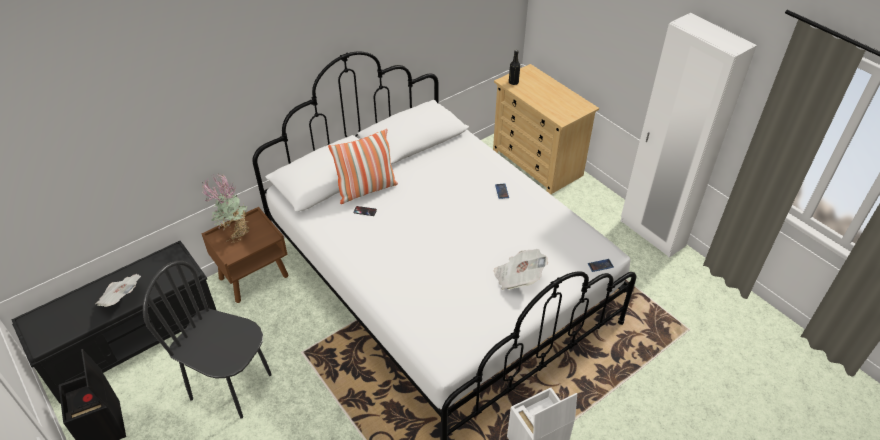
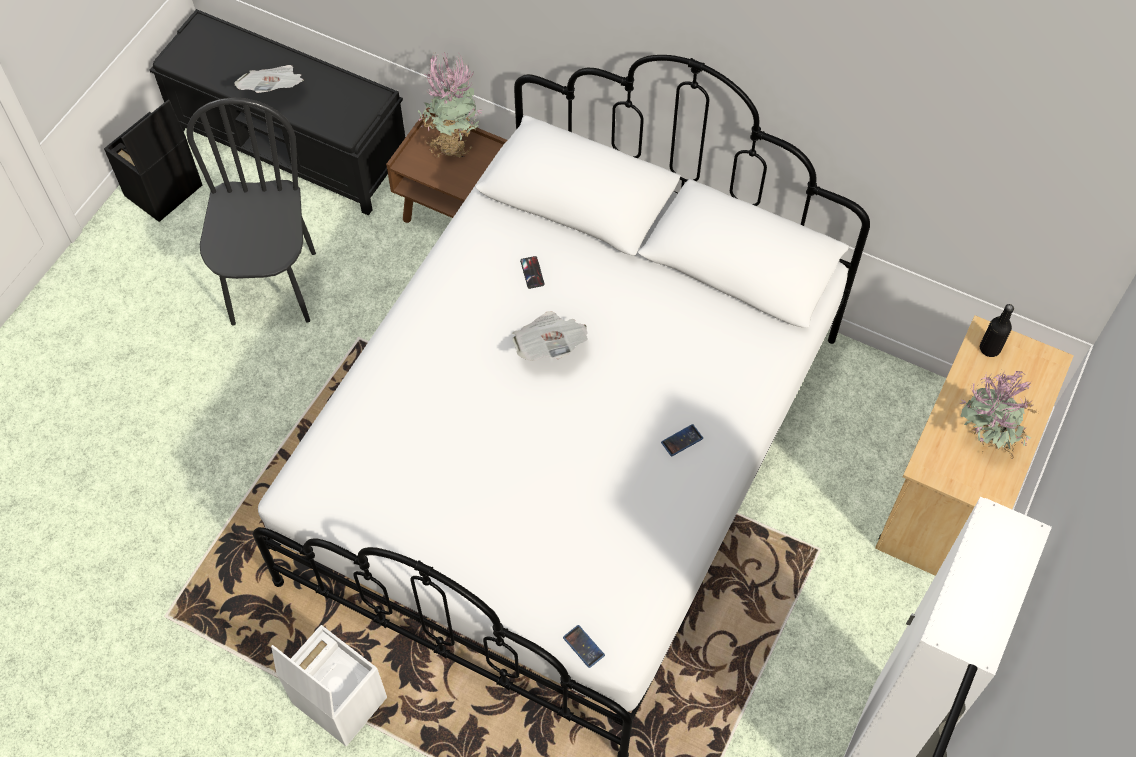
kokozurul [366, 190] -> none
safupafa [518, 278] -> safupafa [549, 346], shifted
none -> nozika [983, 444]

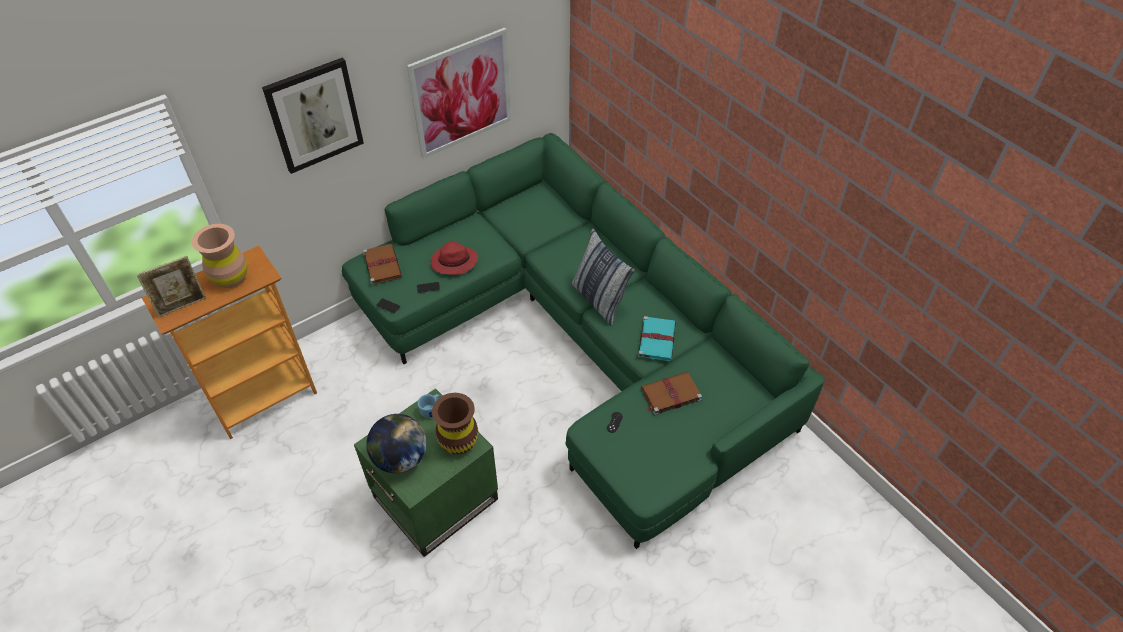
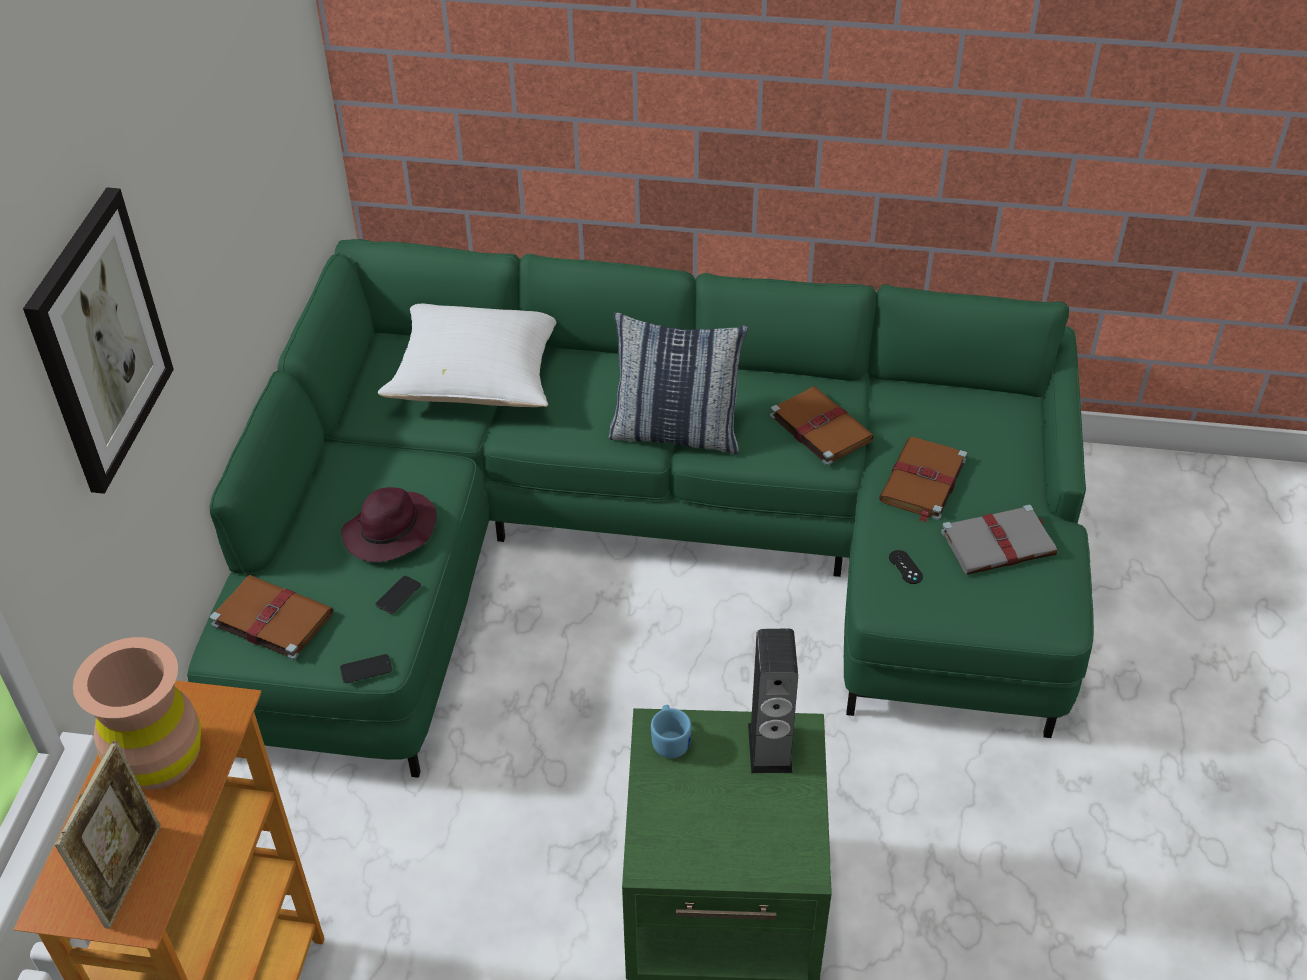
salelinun [462, 93] -> none
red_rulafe [453, 262] -> purple_rulafe [390, 533]
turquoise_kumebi [656, 339] -> brown_kumebi [819, 427]
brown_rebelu [458, 441] -> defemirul [770, 747]
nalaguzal [400, 458] -> none
none -> white_kokozurul [479, 378]
none -> grey_kumebi [999, 543]

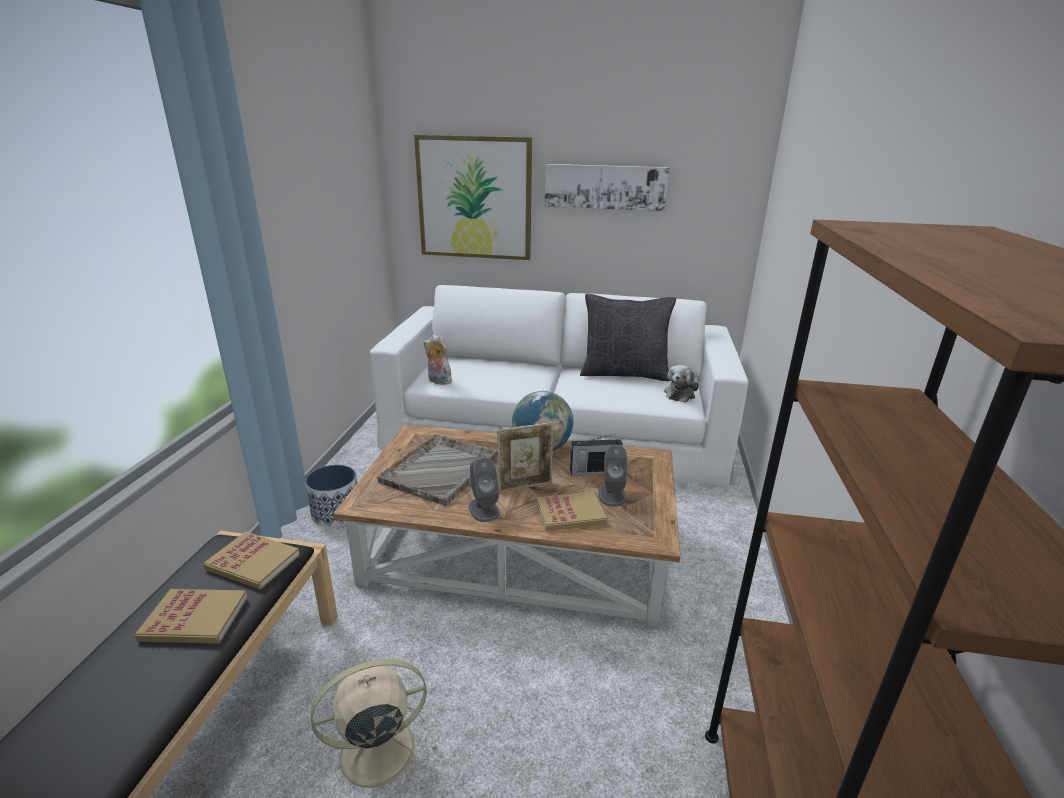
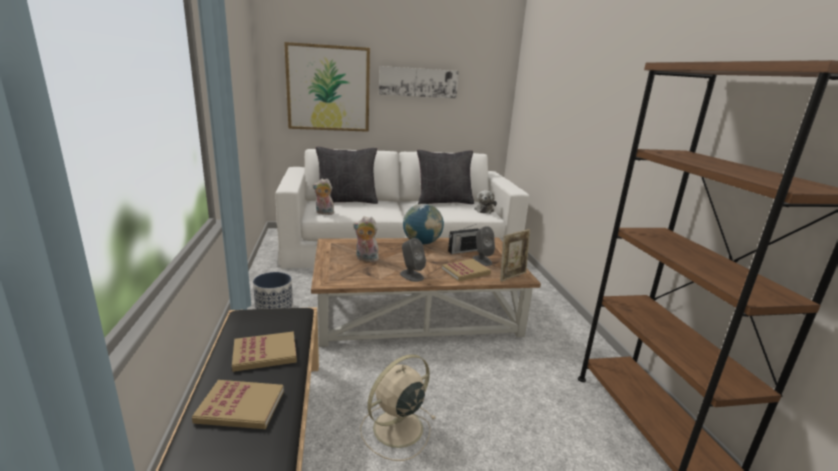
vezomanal [525, 486] -> vezomanal [512, 276], shifted
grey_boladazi [441, 469] -> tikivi [366, 259]
kumebi [253, 563] -> kumebi [240, 407], shifted
none -> black_kokozurul [347, 201]

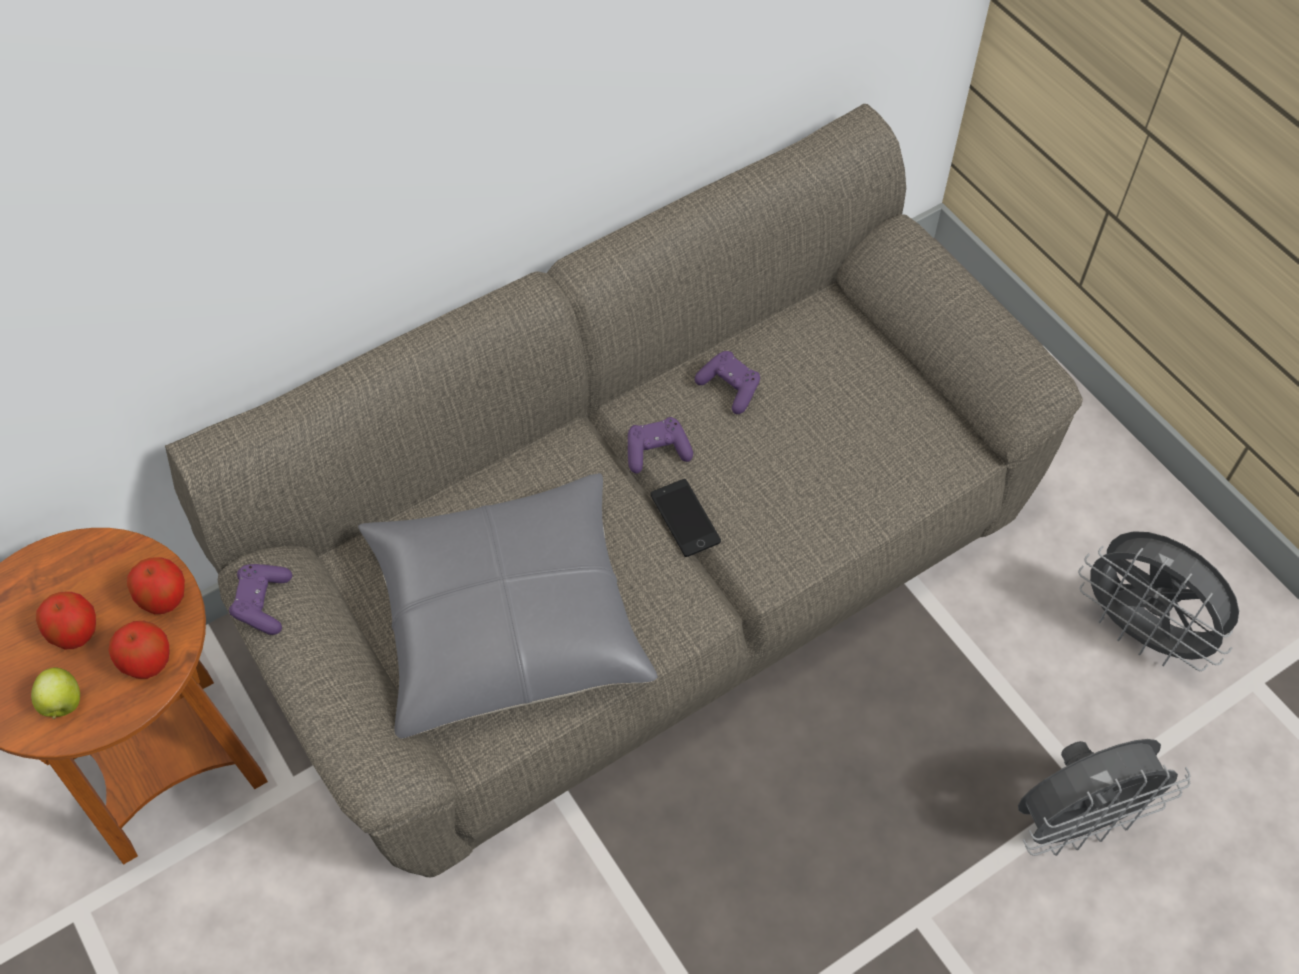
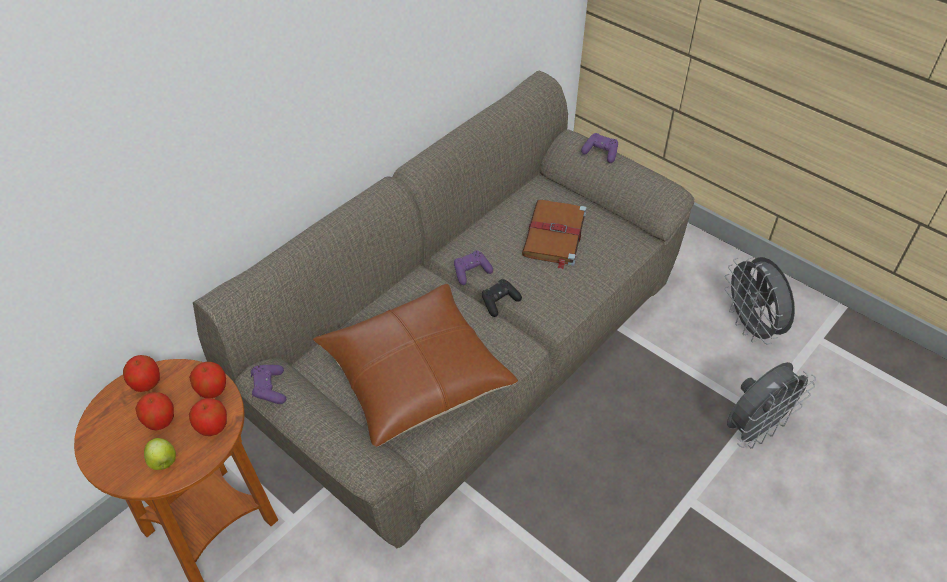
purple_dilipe [729, 388] -> purple_dilipe [600, 153], shifted
grey_kokozurul [507, 620] -> brown_kokozurul [415, 375]
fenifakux [685, 518] -> black_dilipe [499, 302]
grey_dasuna [1141, 632] -> grey_dasuna [751, 327], 45 degrees clockwise
none -> brown_kumebi [554, 235]
none -> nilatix [147, 383]

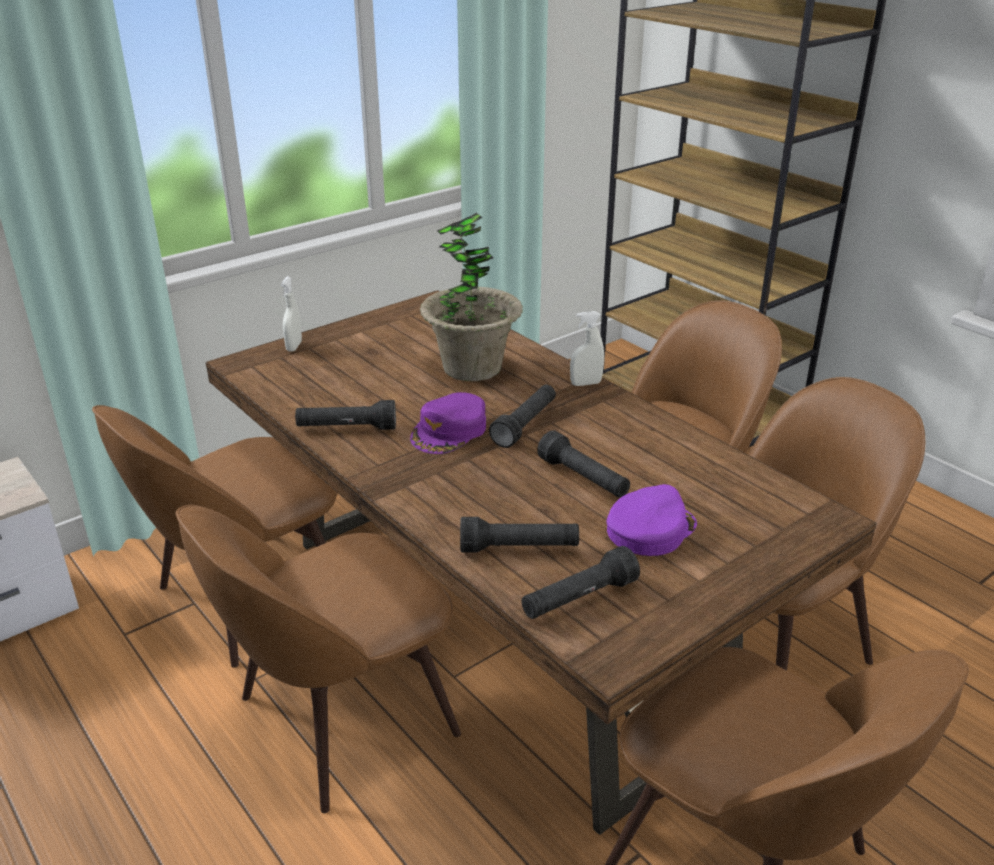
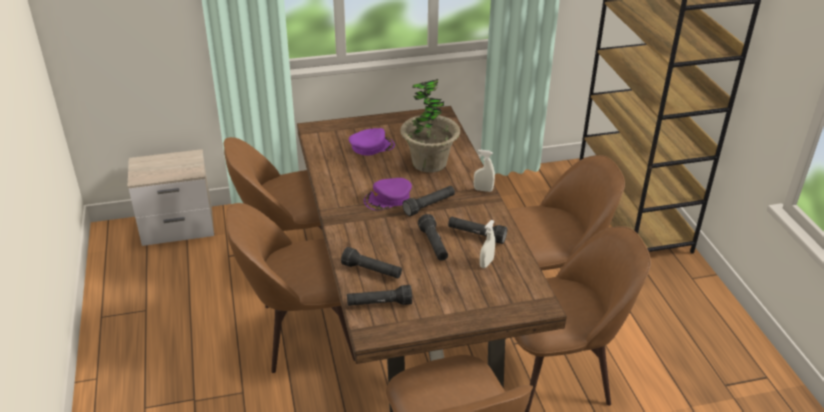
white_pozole [294, 346] -> white_pozole [486, 263], shifted
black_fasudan [347, 428] -> black_fasudan [476, 235], shifted
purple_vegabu [649, 529] -> purple_vegabu [371, 146], shifted

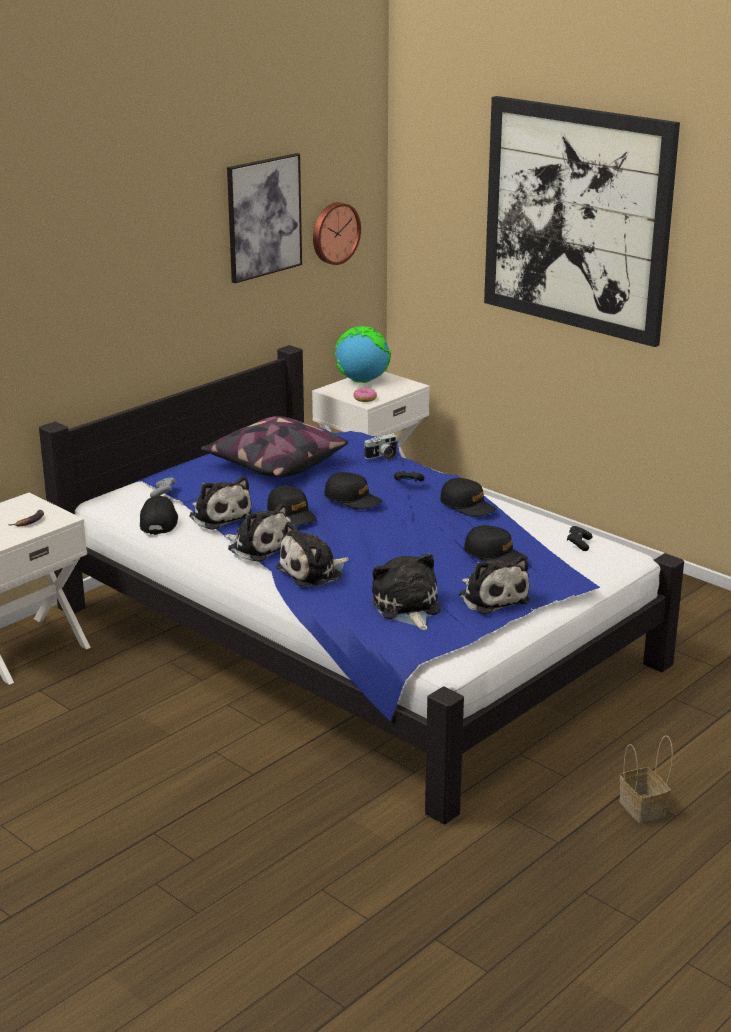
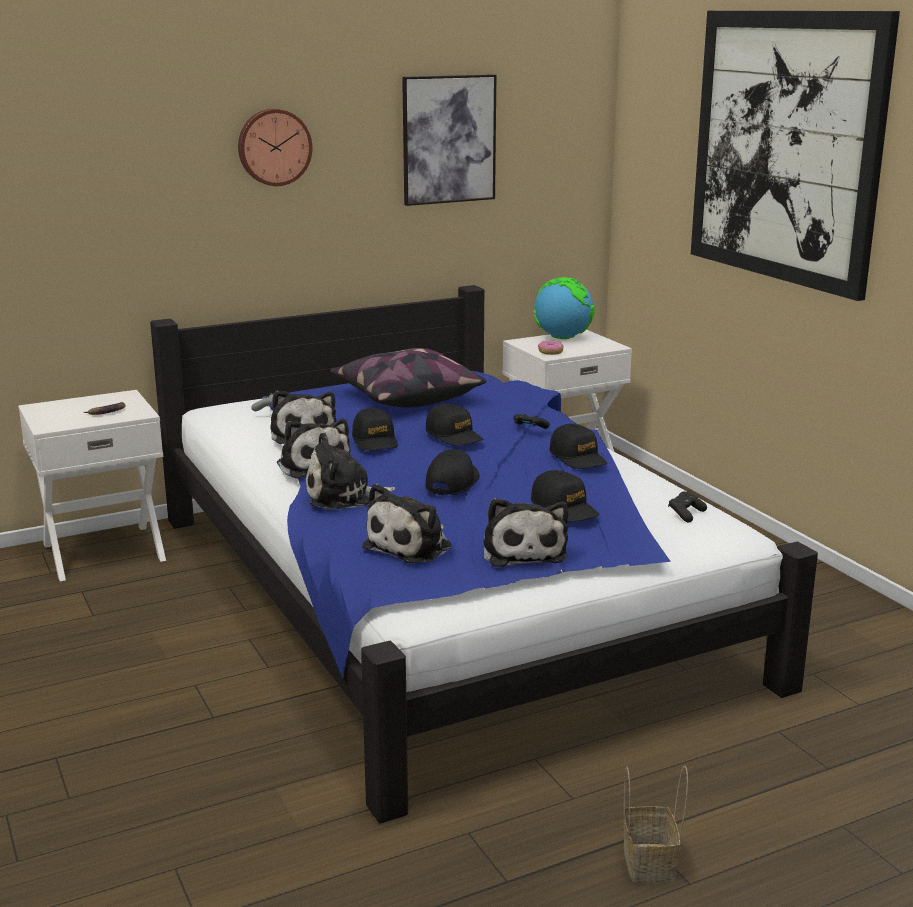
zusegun [334, 233] -> zusegun [274, 147], shifted
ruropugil [382, 456] -> none
black_vegabu [159, 522] -> black_vegabu [452, 482], shifted
tikivi [407, 608] -> tikivi [412, 546], 150 degrees counterclockwise

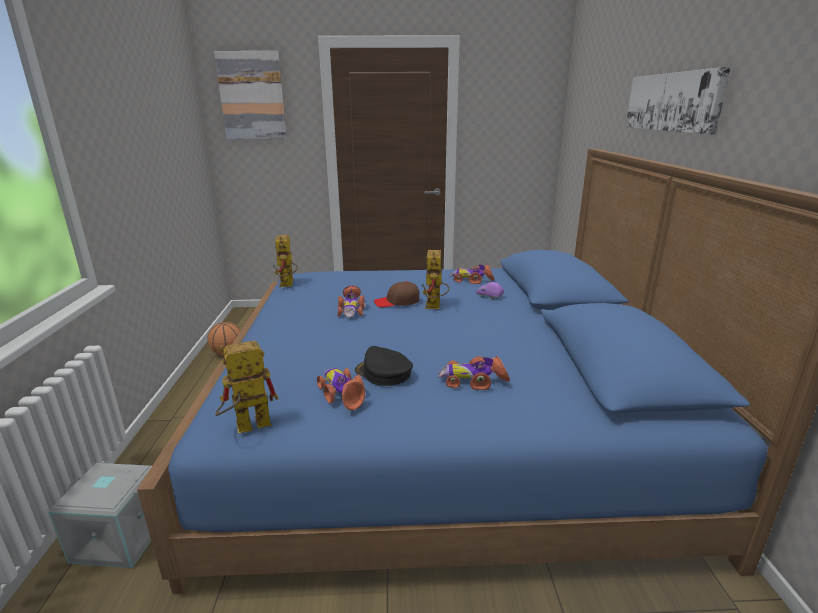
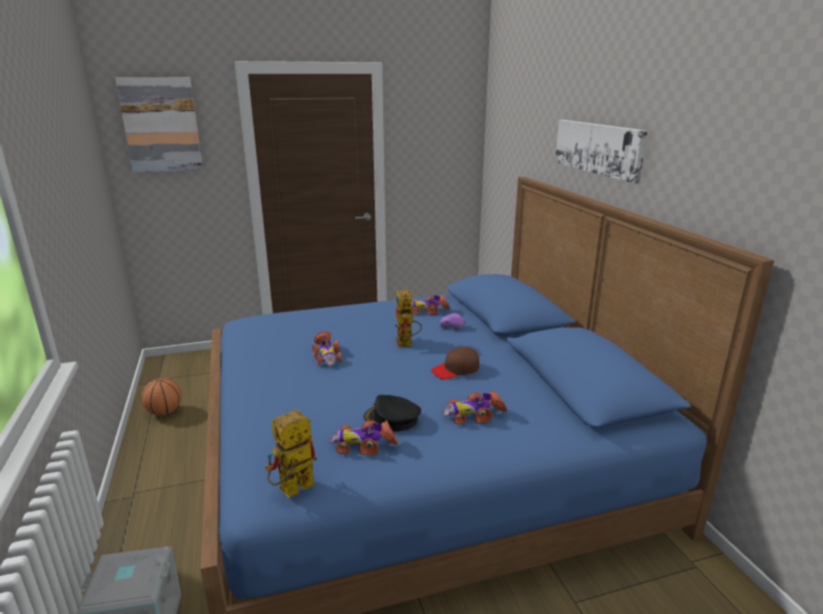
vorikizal [288, 285] -> none
brown_vegabu [397, 302] -> brown_vegabu [456, 370], shifted
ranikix [342, 393] -> ranikix [364, 444], 45 degrees counterclockwise

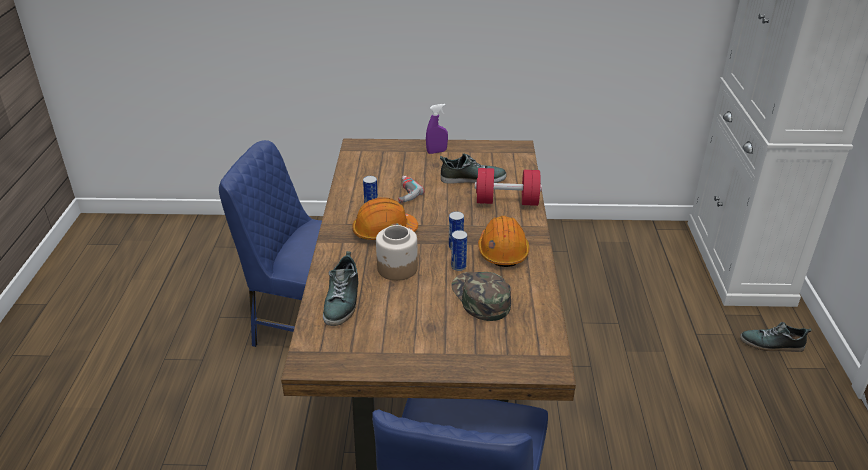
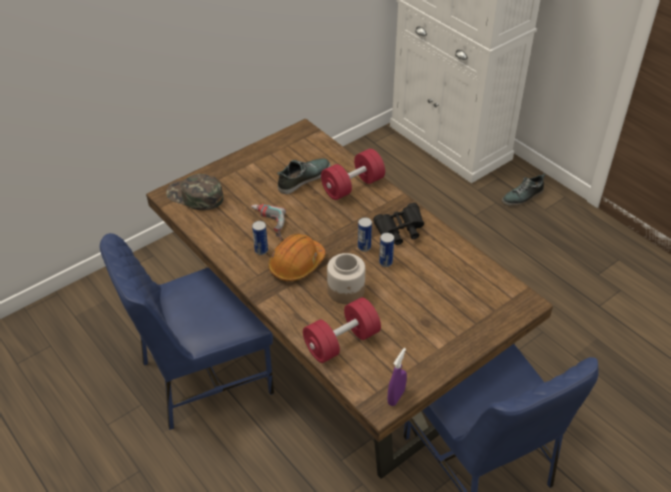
purple_pozole [436, 152] -> purple_pozole [396, 397], shifted
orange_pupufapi [502, 251] -> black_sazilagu [399, 231]
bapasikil [343, 301] -> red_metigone [342, 342]
green_vegabu [480, 298] -> green_vegabu [195, 196], shifted

